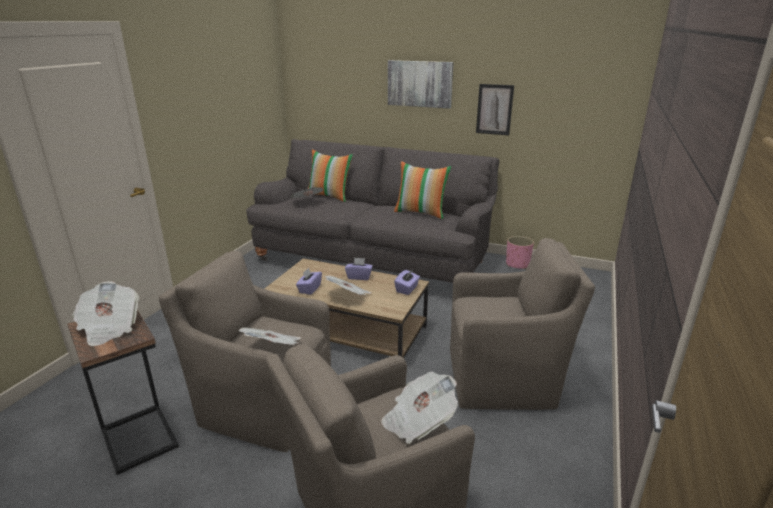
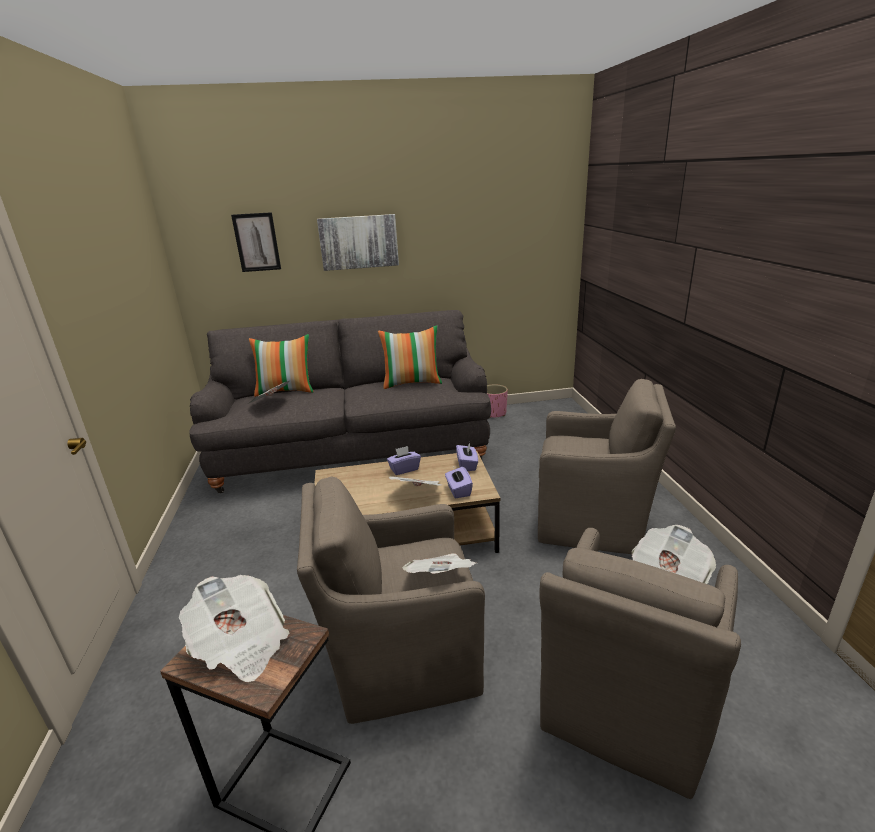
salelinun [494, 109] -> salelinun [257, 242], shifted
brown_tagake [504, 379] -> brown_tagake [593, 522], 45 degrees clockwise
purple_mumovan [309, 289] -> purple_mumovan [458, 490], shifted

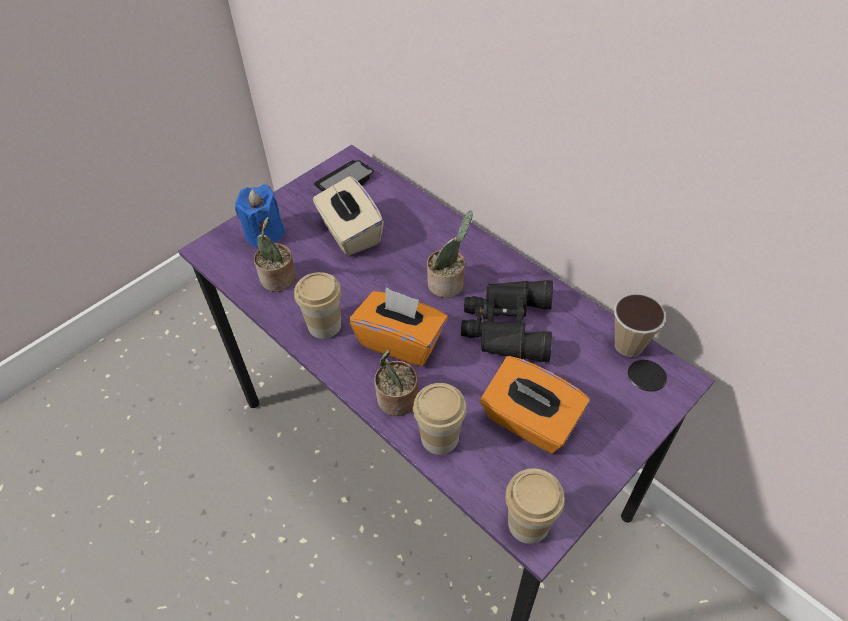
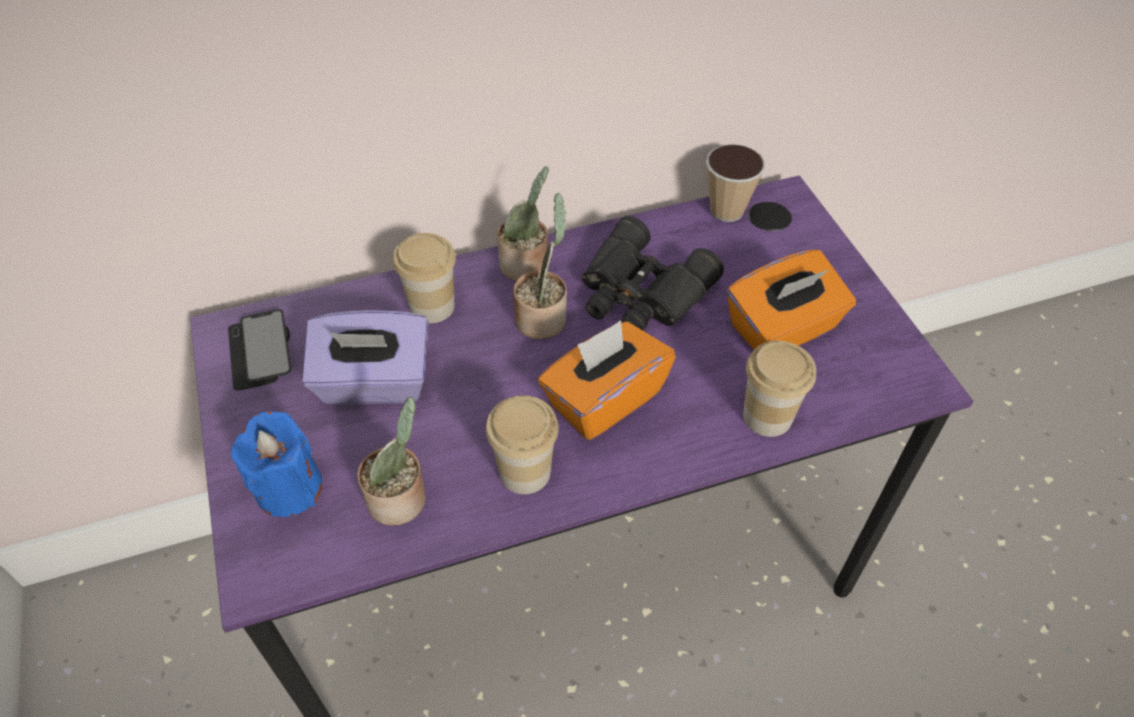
beige_mumovan [350, 233] -> purple_mumovan [374, 383]
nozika [397, 401] -> nozika [526, 266], shifted
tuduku [528, 523] -> tuduku [432, 306], shifted

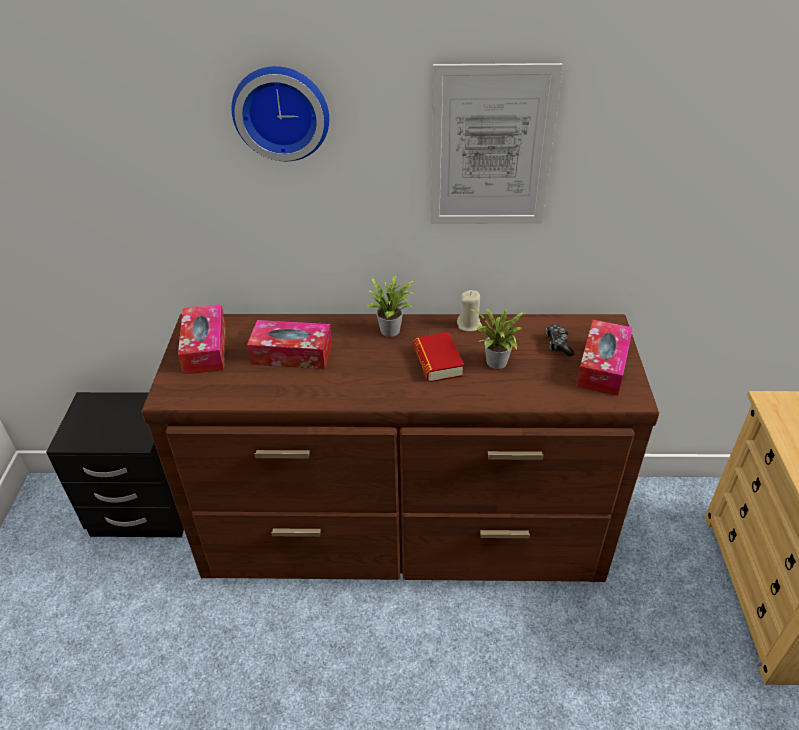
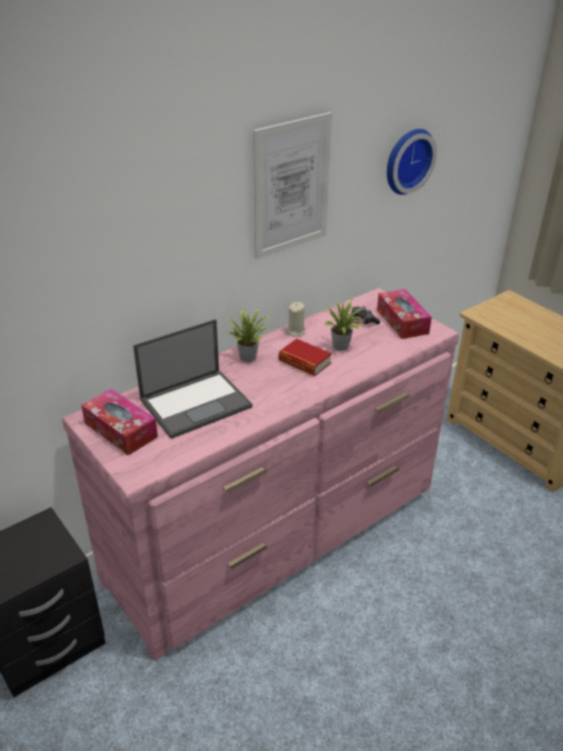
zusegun [282, 112] -> zusegun [406, 160], shifted
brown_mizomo [403, 530] -> pink_mizomo [278, 532]
mumovan [292, 354] -> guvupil [196, 402]

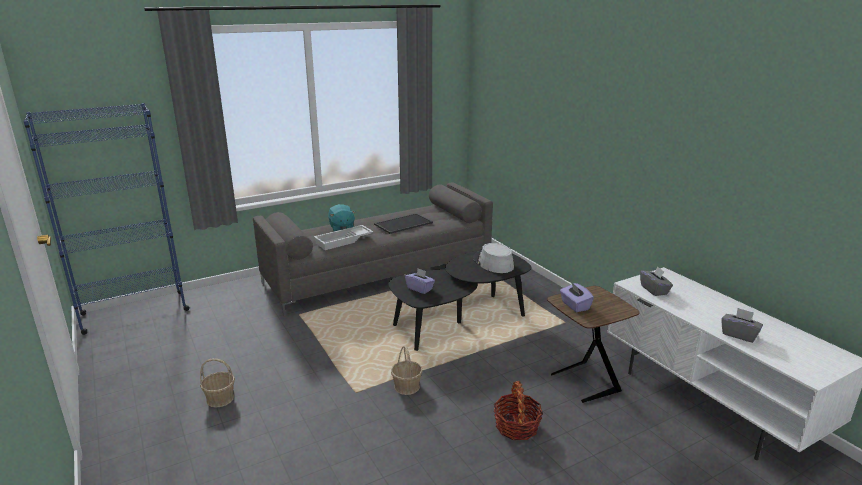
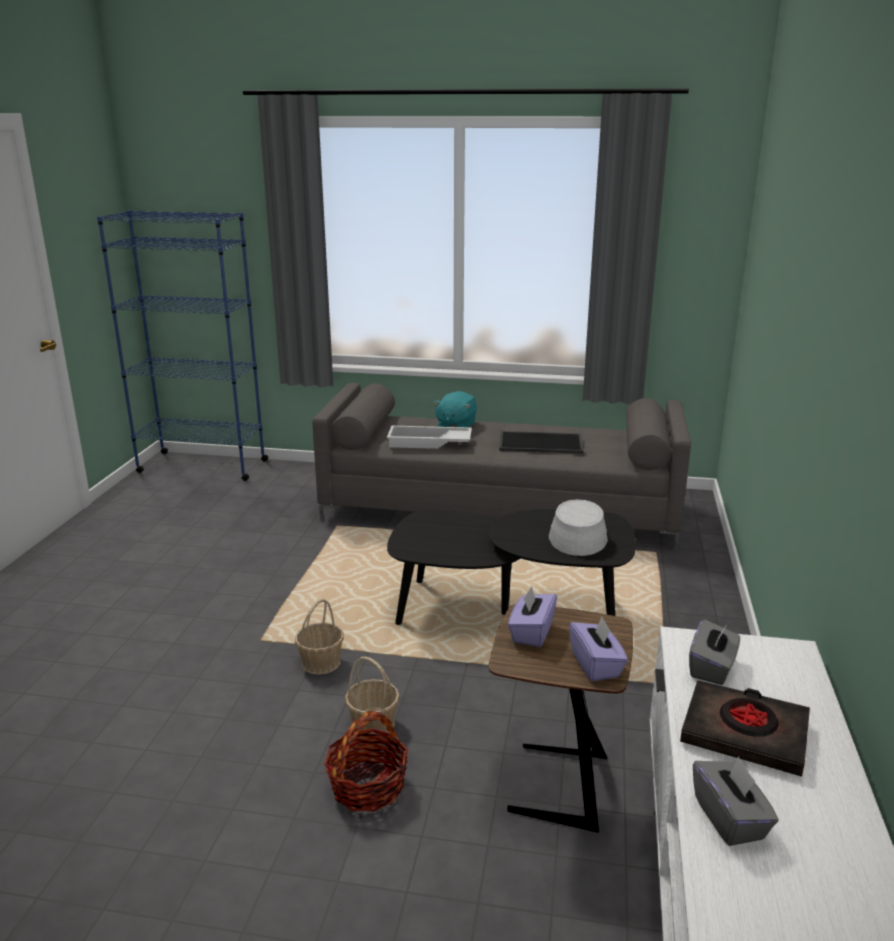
purple_mumovan [420, 289] -> purple_mumovan [596, 665], shifted
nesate [220, 398] -> nesate [373, 724], shifted
none -> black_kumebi [744, 733]

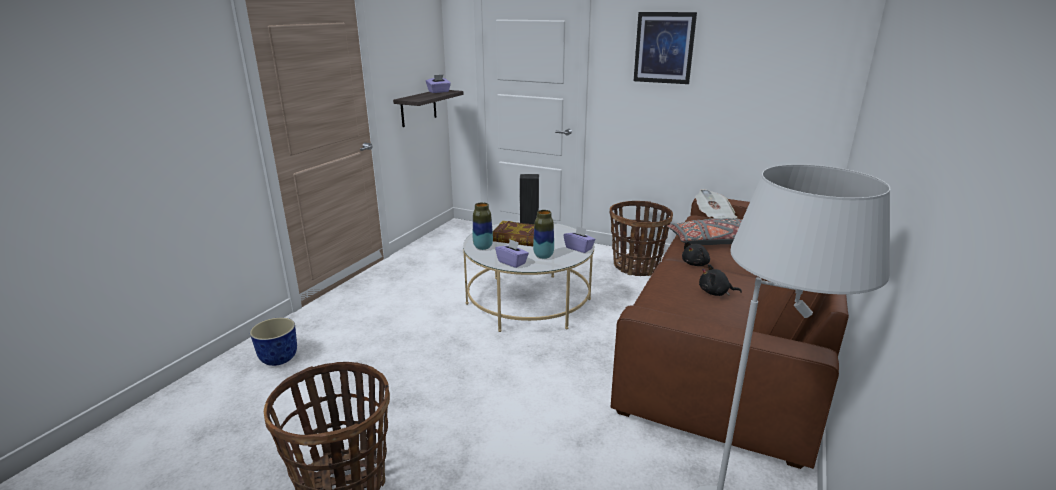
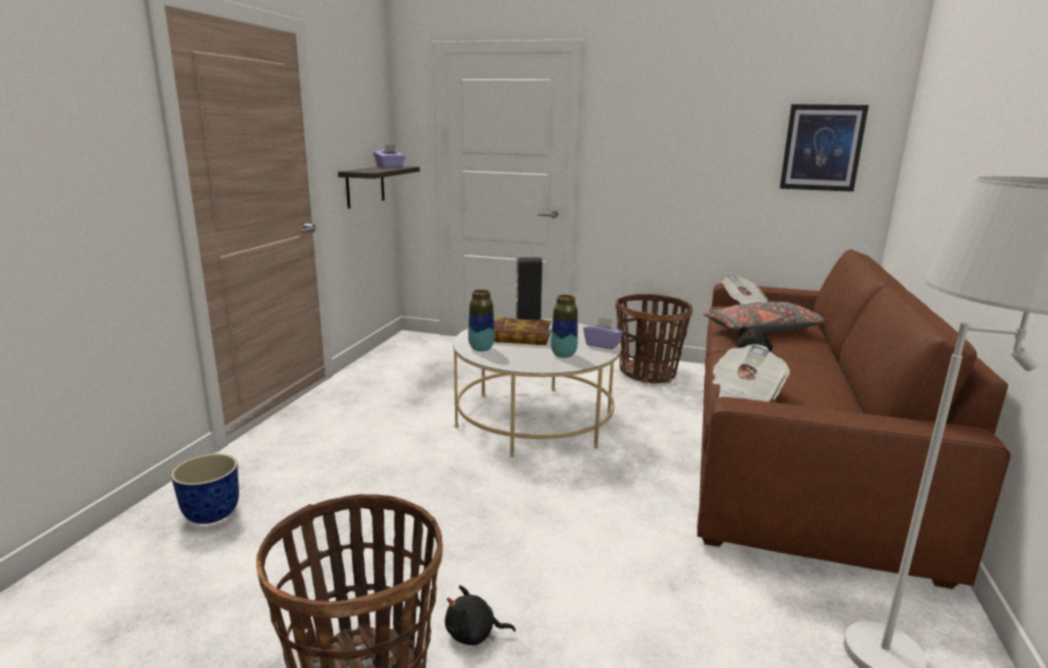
salelinun [664, 48] -> salelinun [822, 148], shifted
purple_mumovan [512, 262] -> none
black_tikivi [715, 293] -> black_tikivi [474, 634], shifted
none -> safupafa [744, 395]

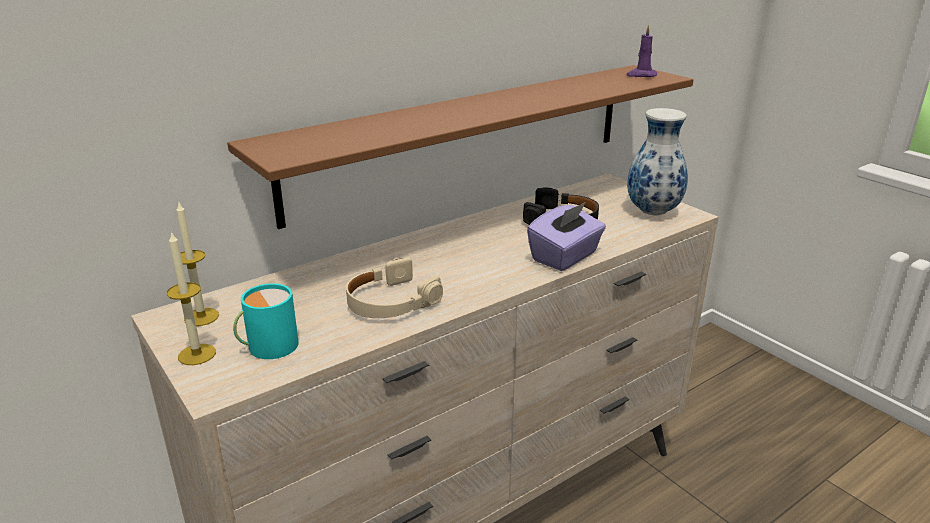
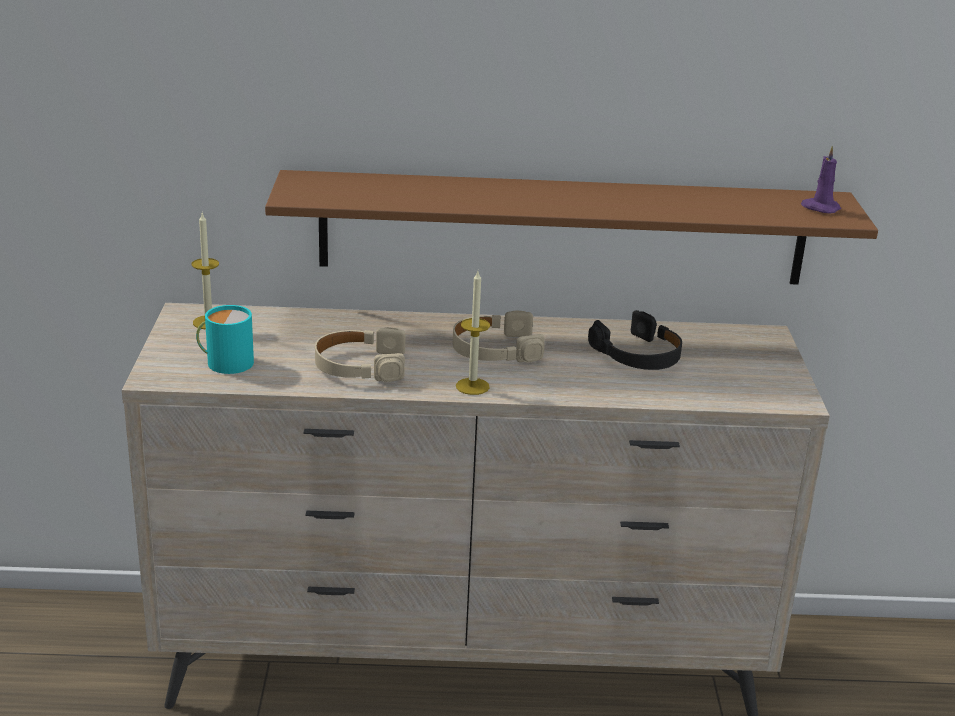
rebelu [654, 212] -> none
purple_mumovan [565, 257] -> none
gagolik [197, 354] -> gagolik [472, 386], shifted
none -> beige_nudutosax [495, 349]

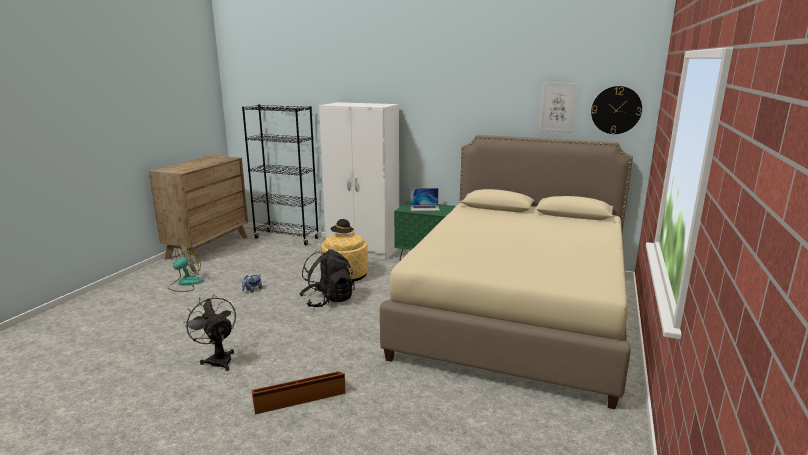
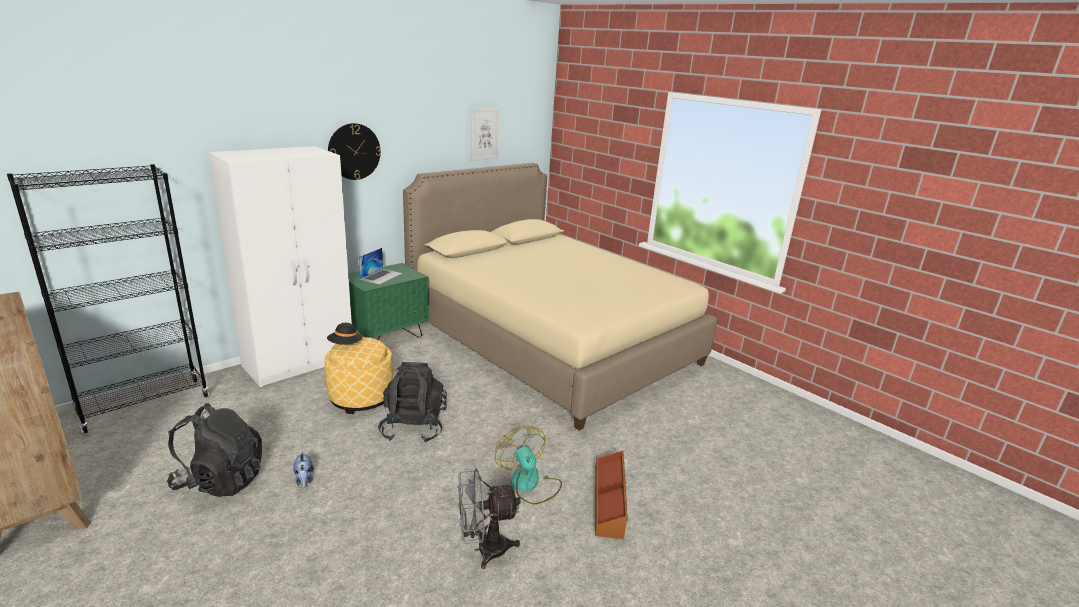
zusegun [616, 110] -> zusegun [354, 151], shifted
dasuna [185, 284] -> dasuna [529, 484], shifted
none -> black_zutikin [220, 480]

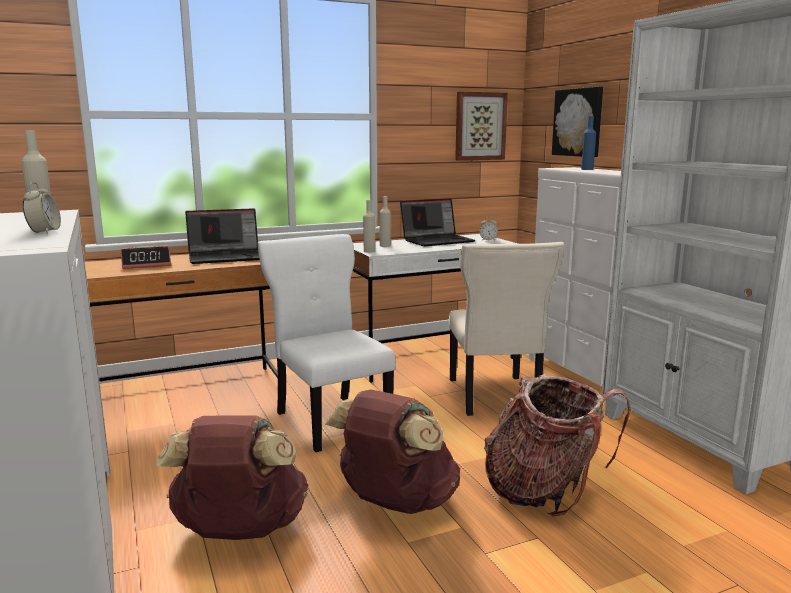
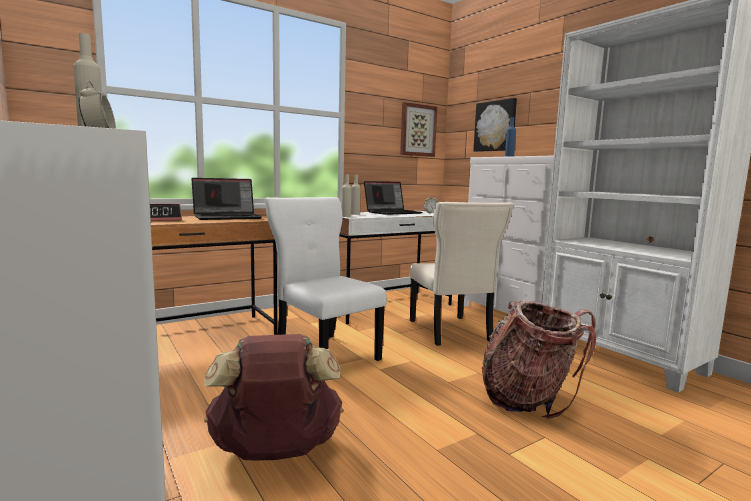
brown_zutikin [395, 503] -> none

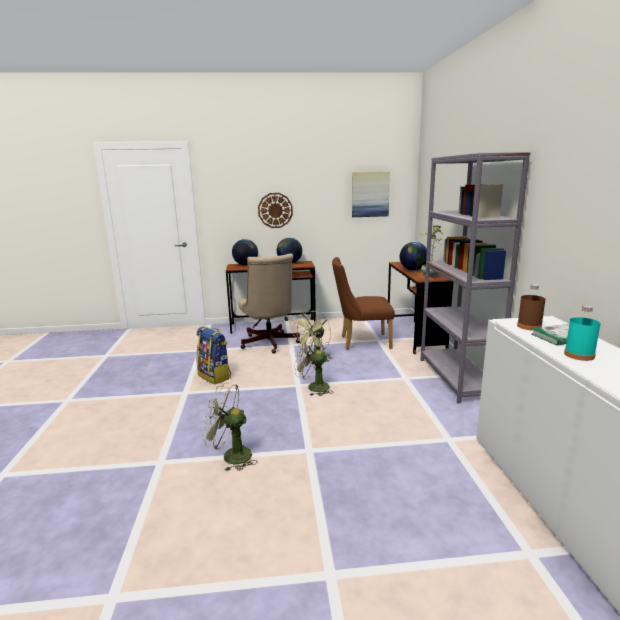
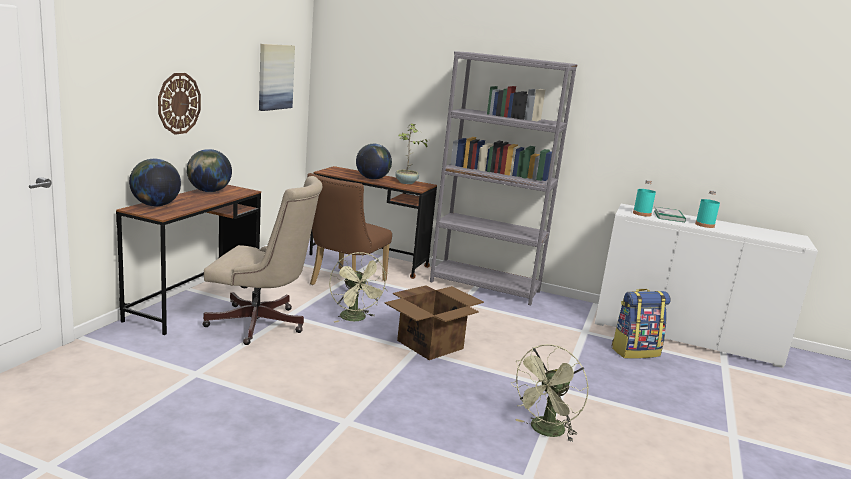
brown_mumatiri [529, 326] -> turquoise_mumatiri [642, 214]
zutikin [215, 376] -> zutikin [635, 351], shifted
green_dasuna [313, 387] -> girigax [431, 344]

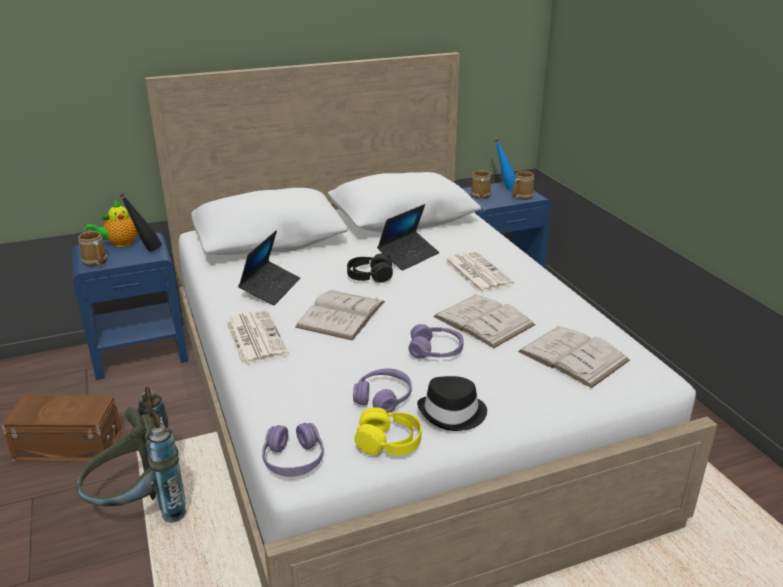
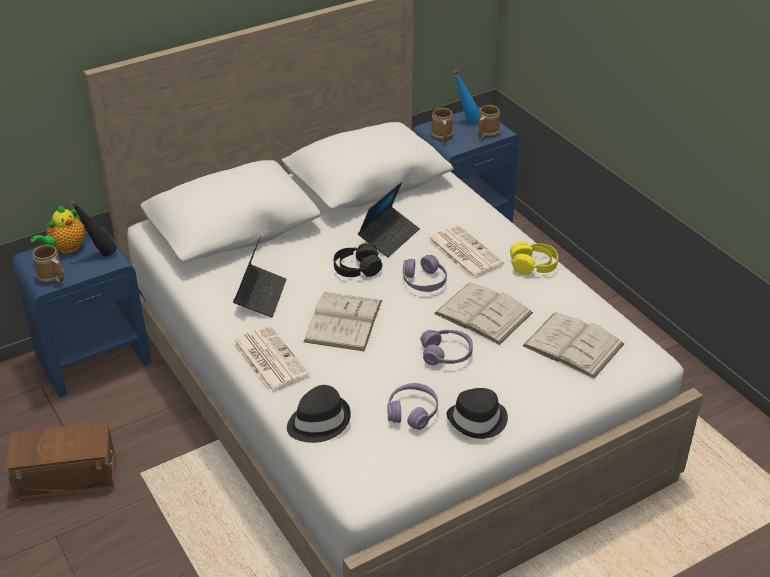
grey_zutikin [140, 509] -> none
yellow_nudutosax [389, 442] -> yellow_nudutosax [533, 265], shifted
purple_nudutosax [293, 460] -> purple_nudutosax [424, 281], shifted
none -> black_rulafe [318, 421]

